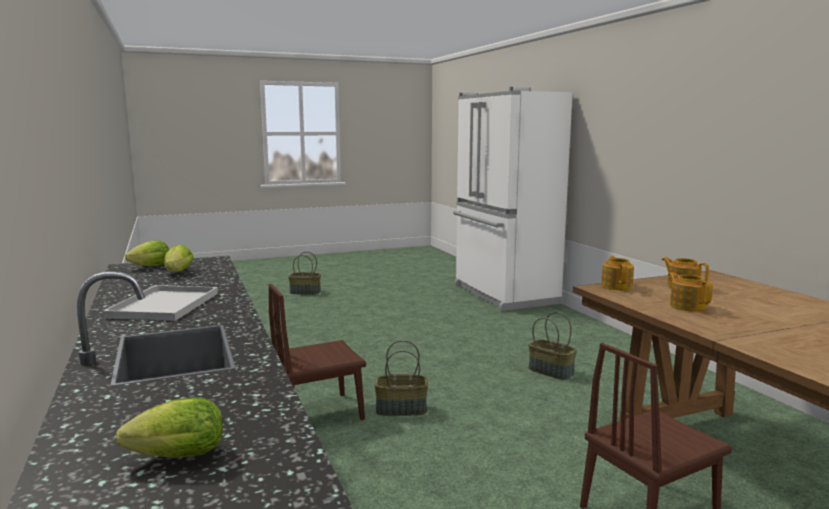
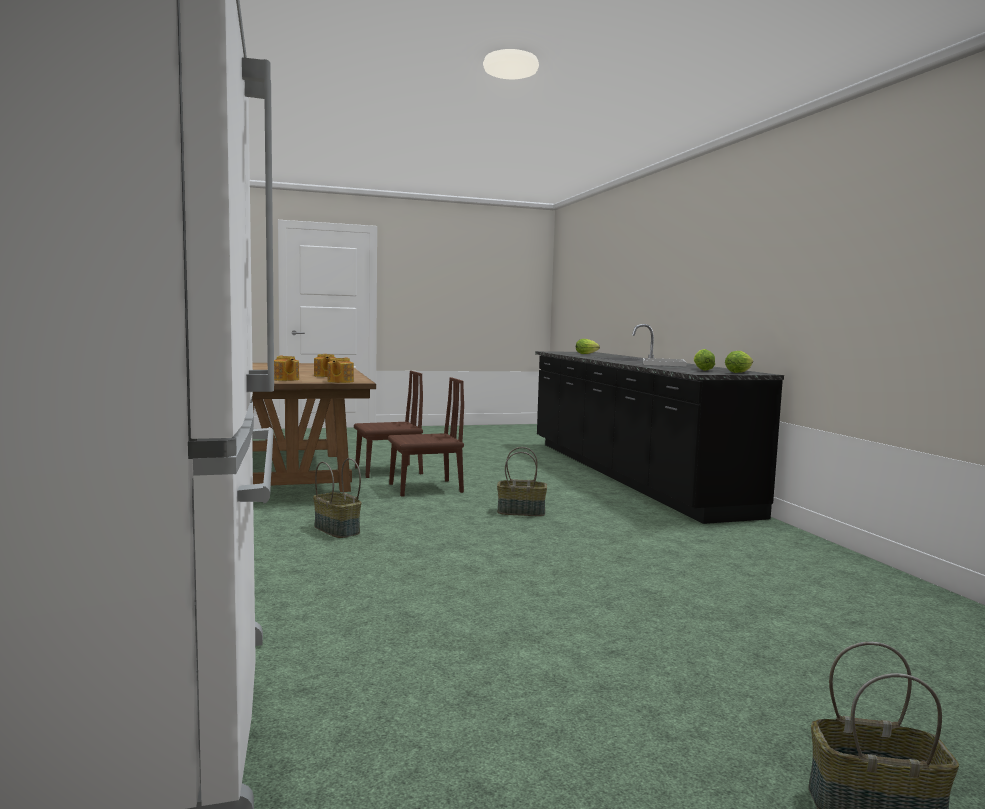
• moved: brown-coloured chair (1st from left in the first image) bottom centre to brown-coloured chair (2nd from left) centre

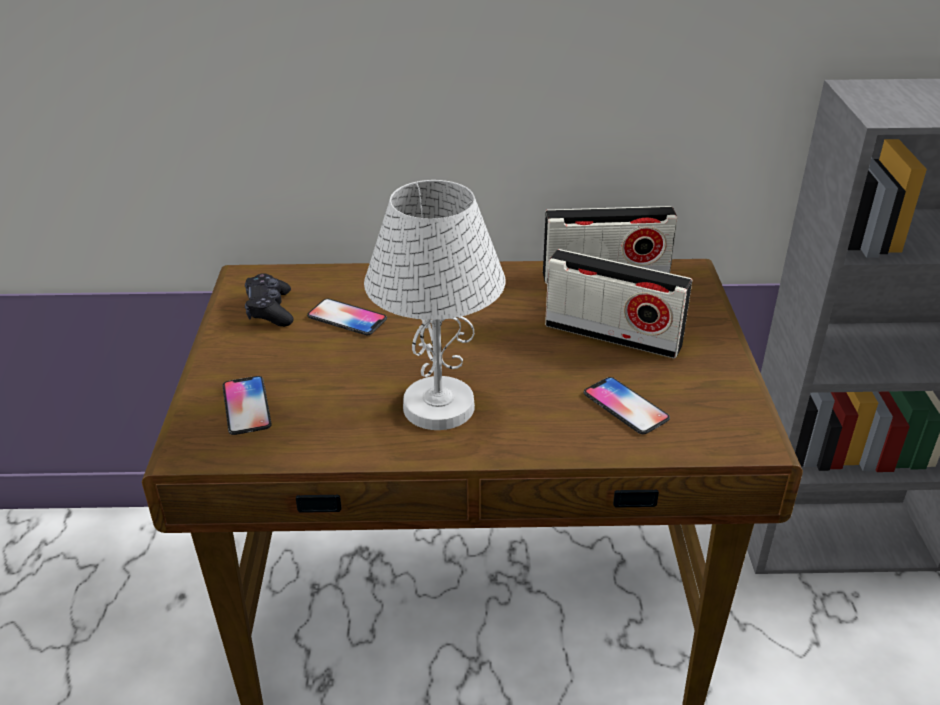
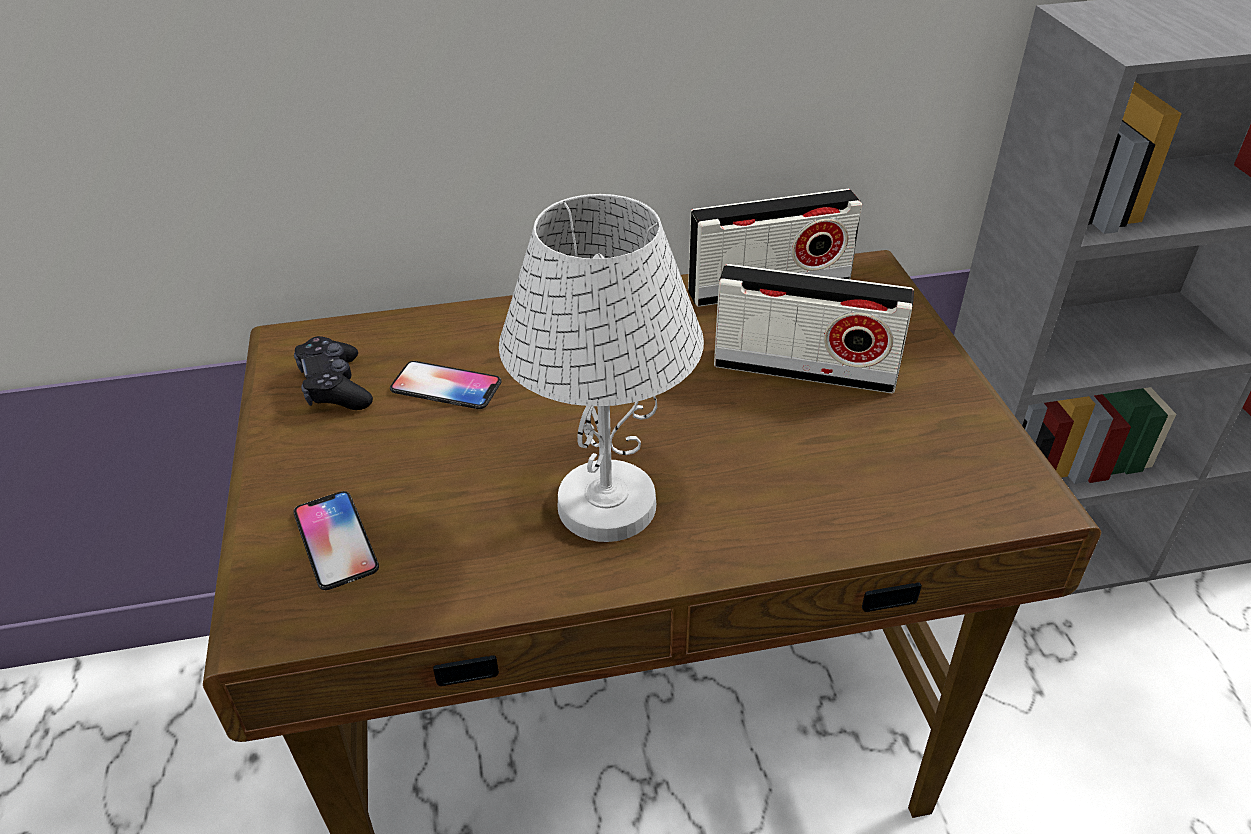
• removed: handset (3rd from left) middle right

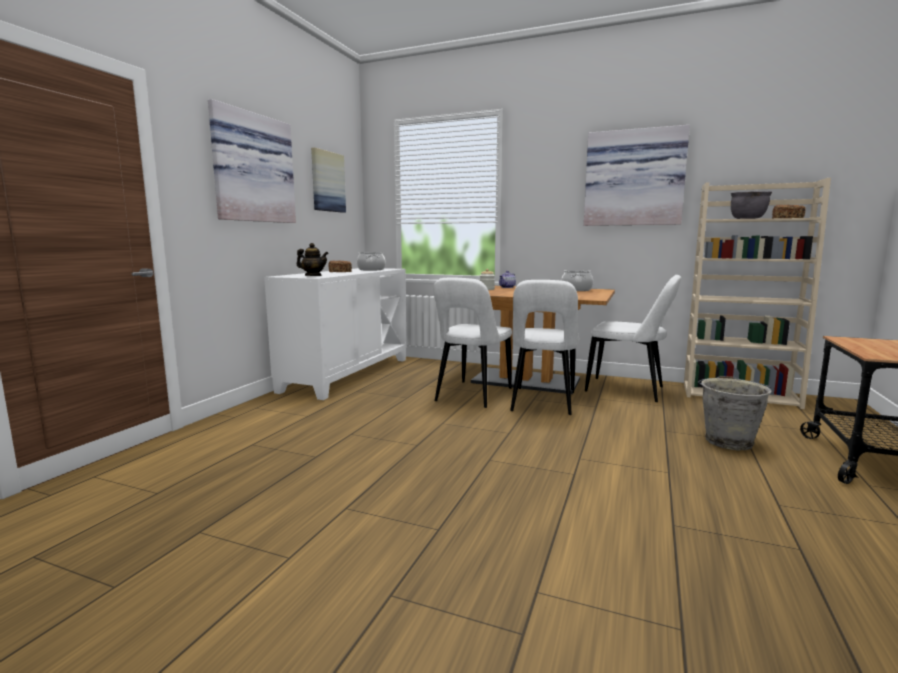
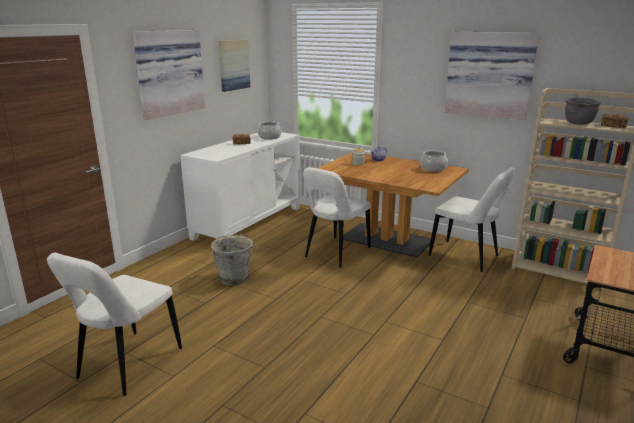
• removed: pot for tea (1st from left) centre
• moved: whitish chair (2nd from left in the first image) centre to whitish chair (1st from left) bottom left
• moved: gray water bucket middle right to centre

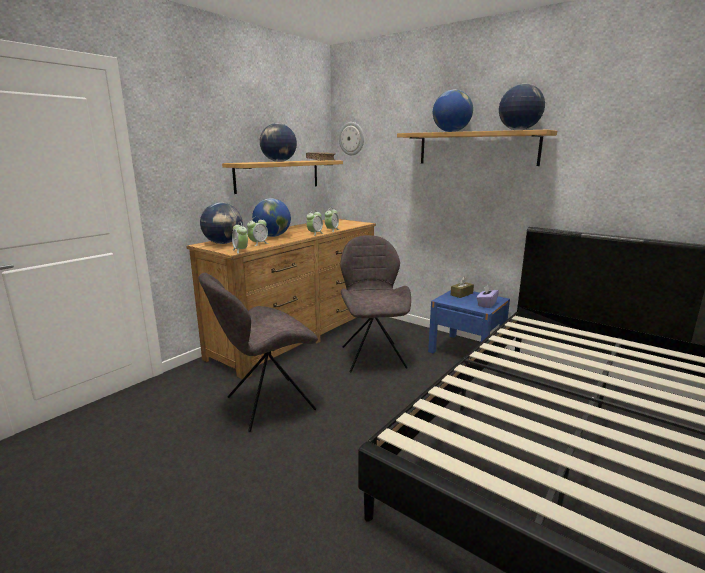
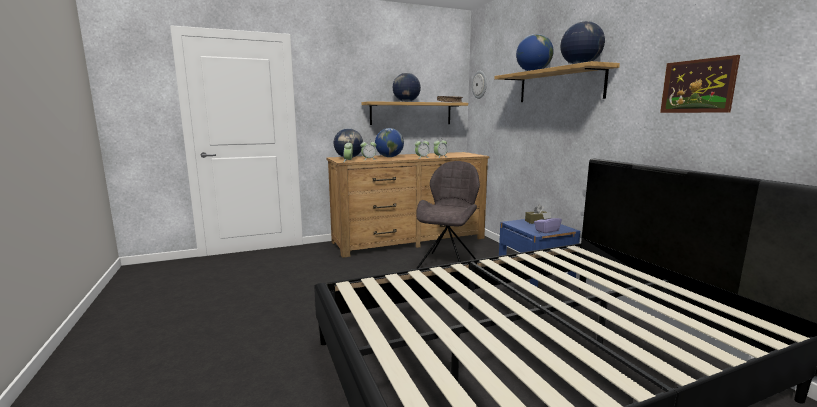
• removed: gray chair (1st from left) centre
• added: picture top right

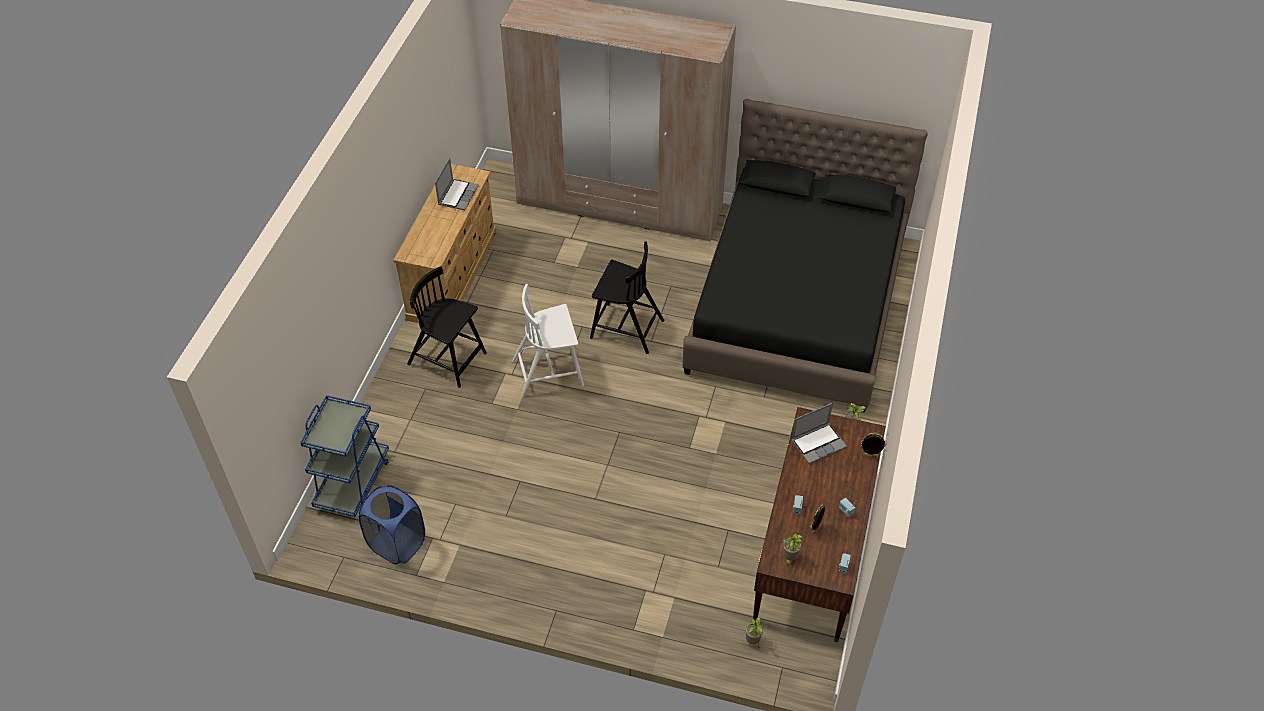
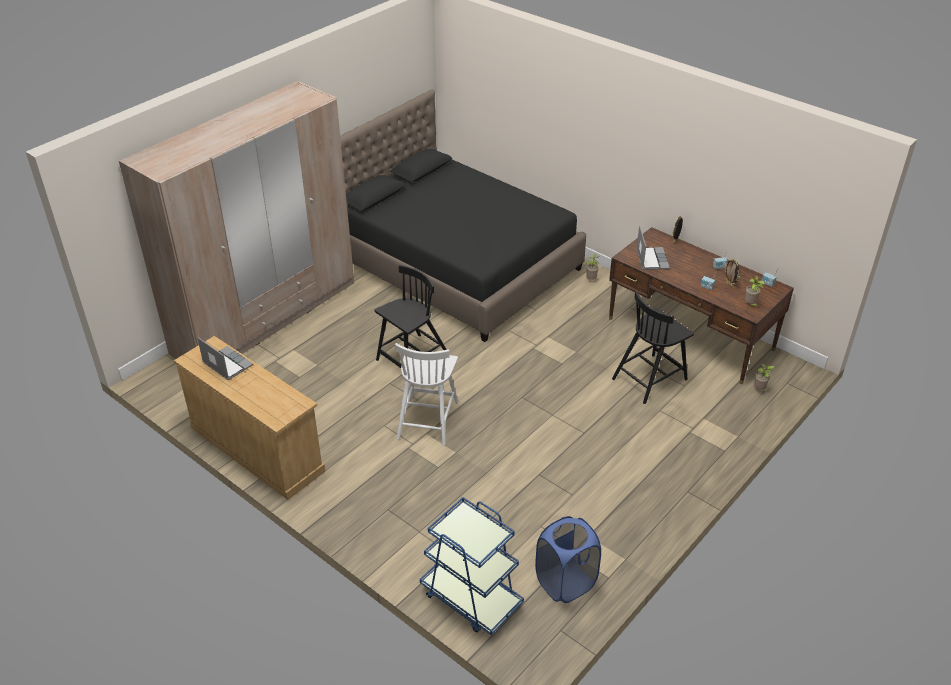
• moved: black-coloured chair (1st from left in the first image) centre to black-coloured chair (2nd from left) middle right

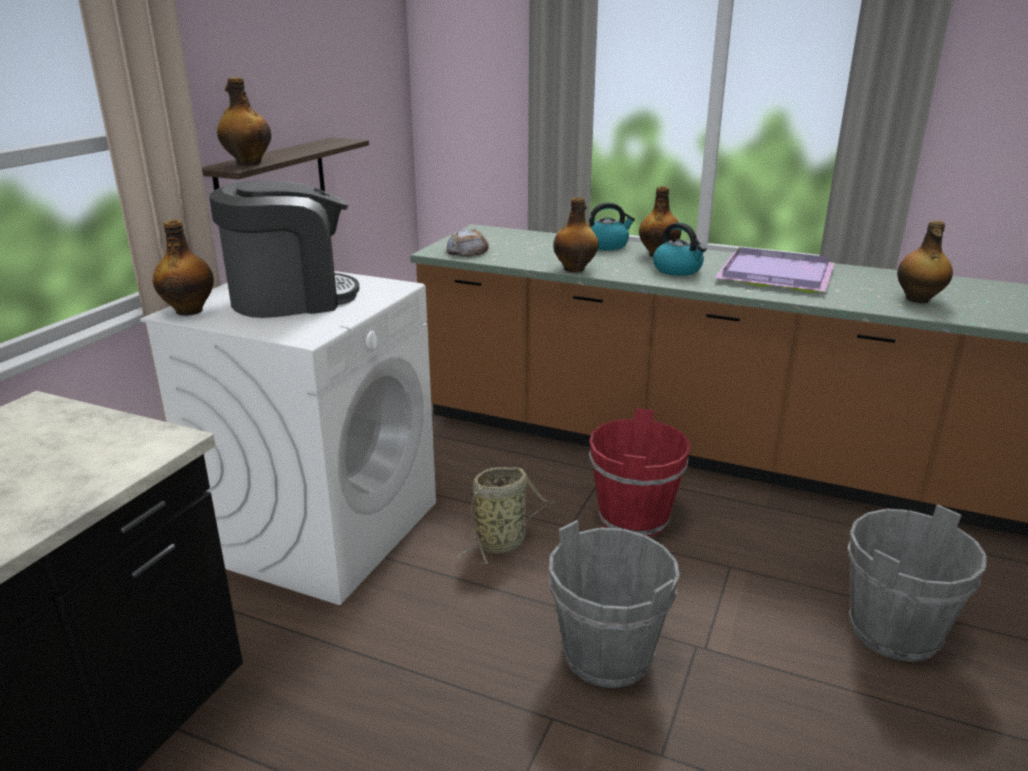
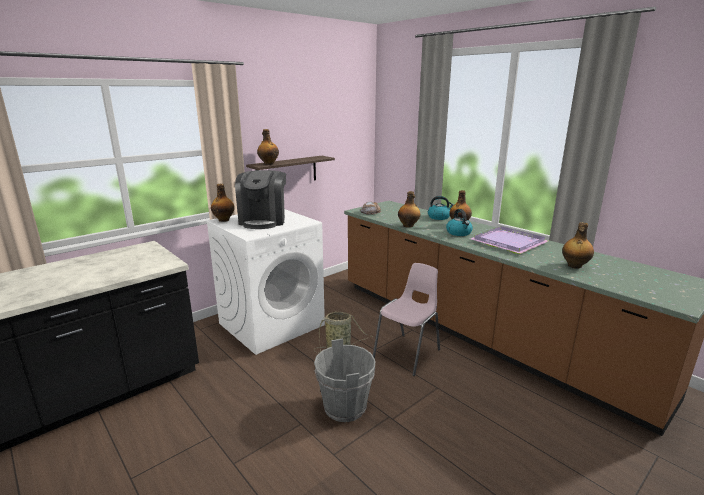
• turned: coffee brewer top left = centre 90 degrees clockwise
• replaced: red-coloured water bucket centre to pink-coloured chair centre
• removed: gray water bucket (2nd from left) bottom right

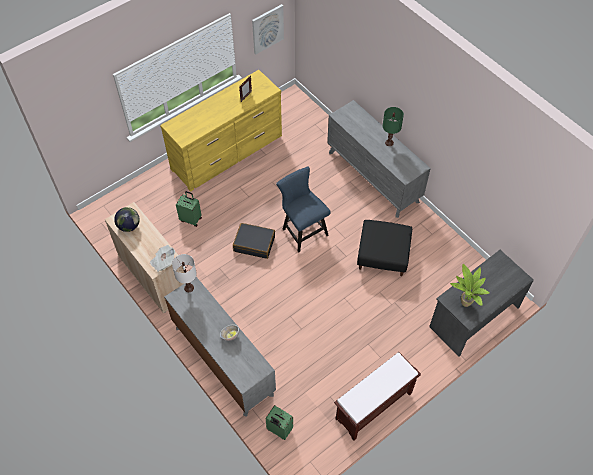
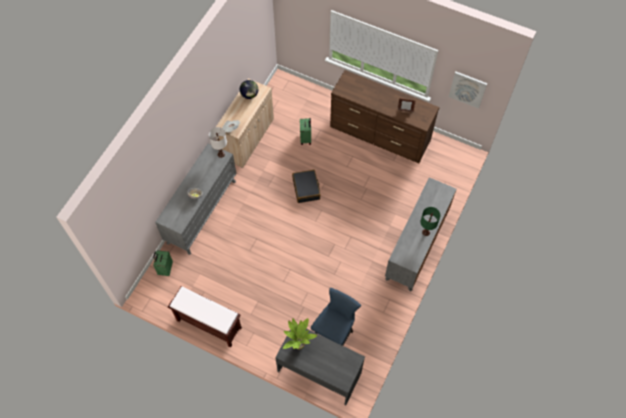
• recoloured: yellow-coloured drawer chest top centre to brown-coloured drawer chest top centre
• moved: blue chair centre to bottom centre
• removed: black-coloured footrest centre

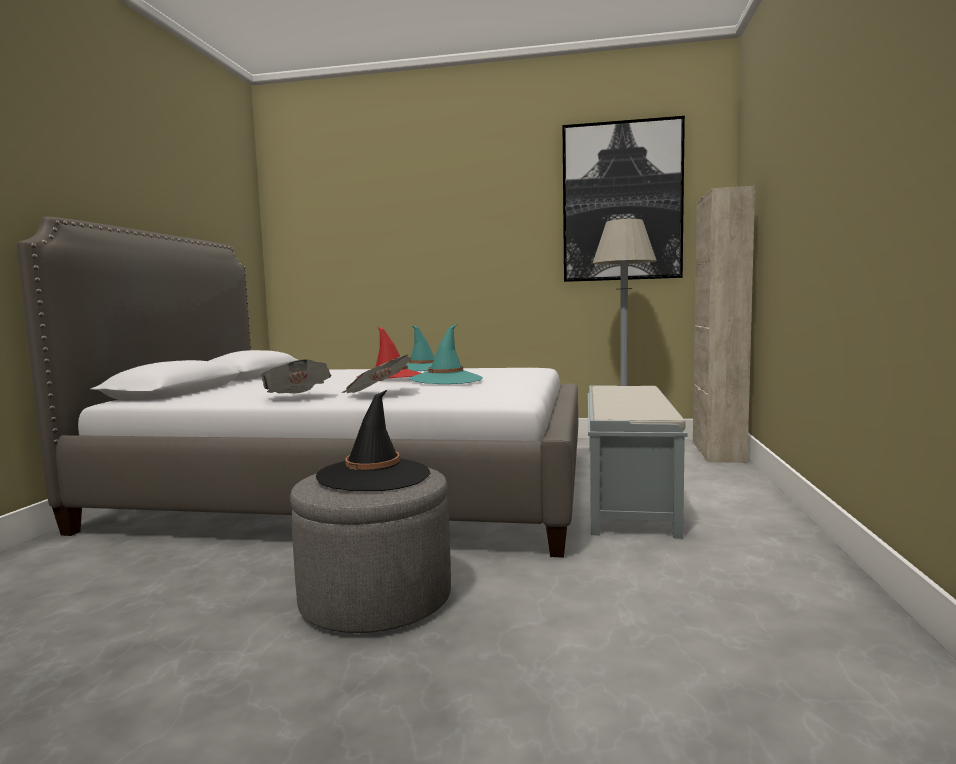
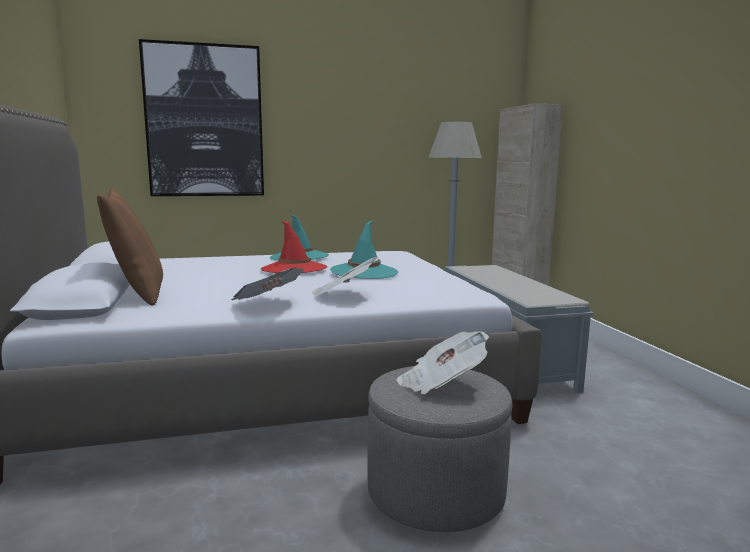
• moved: picture top centre to top left
• replaced: black-coloured clothing hat centre to daily paper (3rd from left) centre
• added: brown-coloured cushion middle left

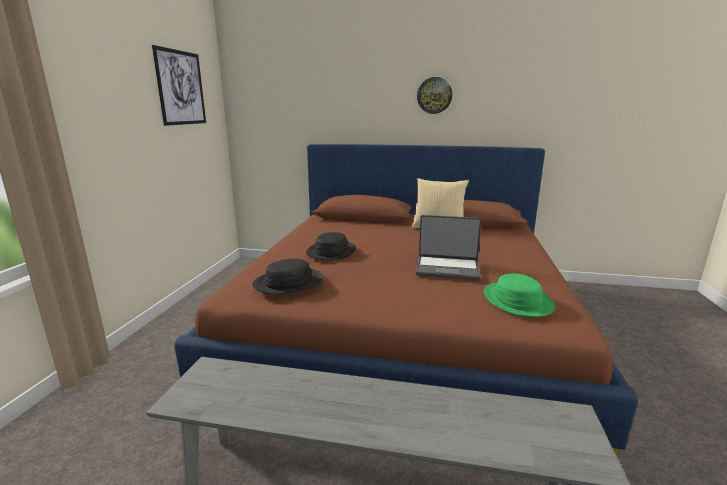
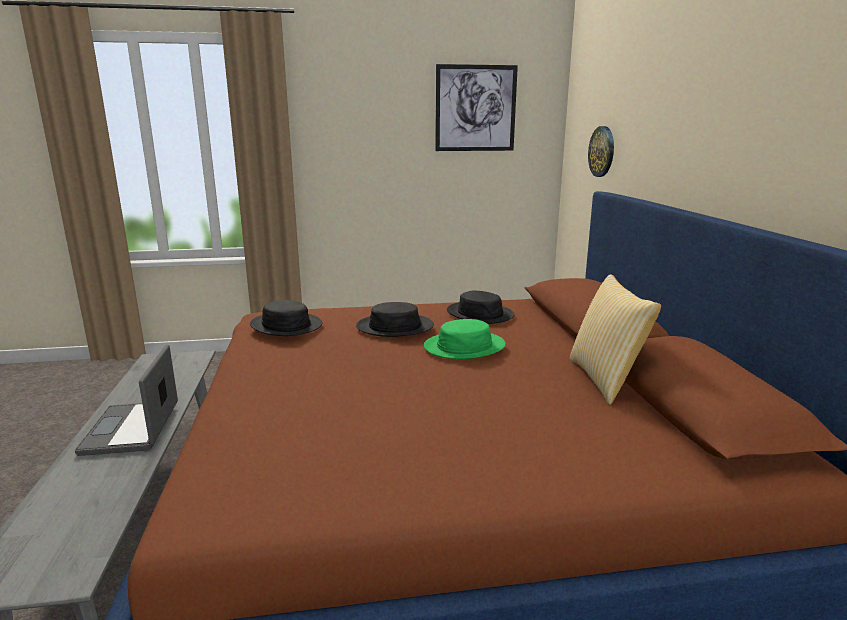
• moved: wall clock top centre to top right
• moved: notebook computer centre to middle left
• moved: green-coloured clothing hat middle right to centre
• added: black-coloured clothing hat (3rd from left) centre

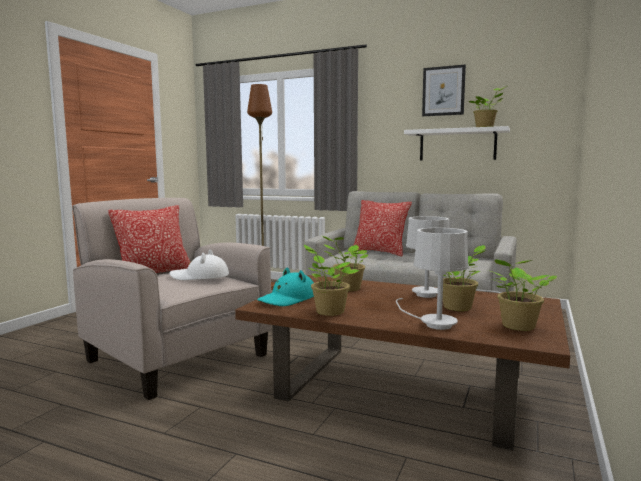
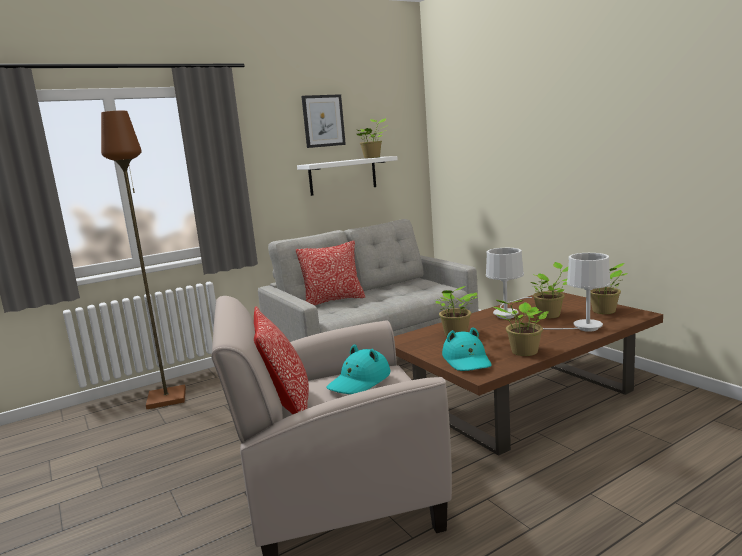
• recoloured: whitish clothing hat middle left to blue-green clothing hat (1st from left) centre

